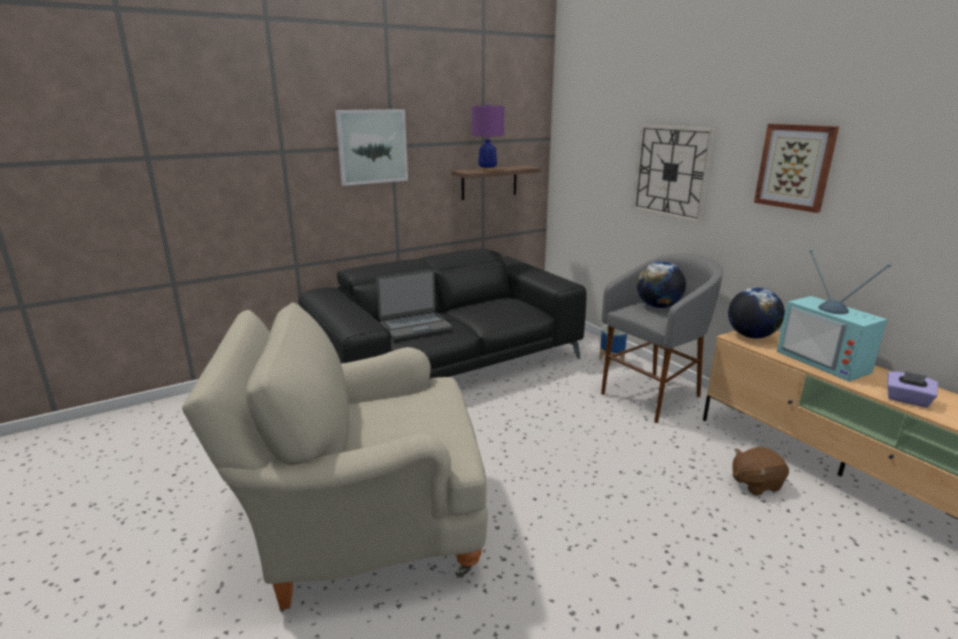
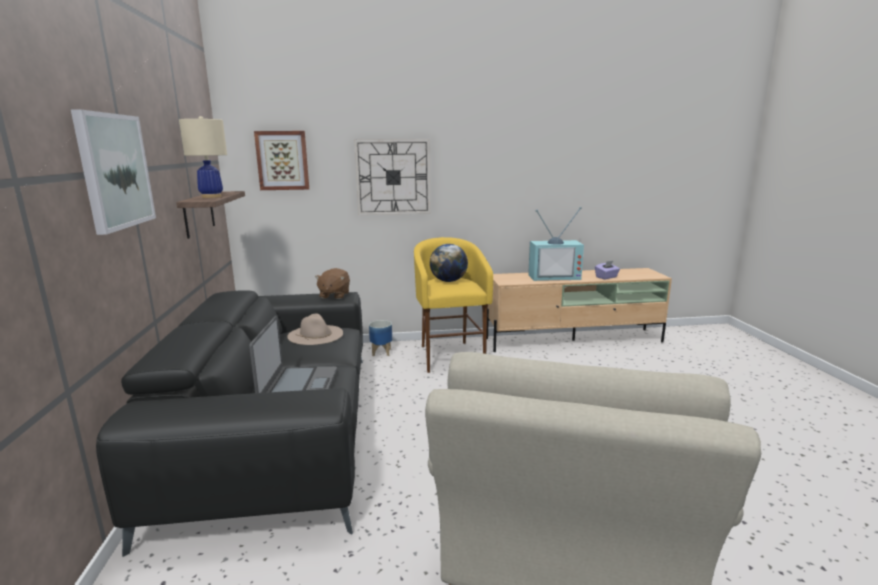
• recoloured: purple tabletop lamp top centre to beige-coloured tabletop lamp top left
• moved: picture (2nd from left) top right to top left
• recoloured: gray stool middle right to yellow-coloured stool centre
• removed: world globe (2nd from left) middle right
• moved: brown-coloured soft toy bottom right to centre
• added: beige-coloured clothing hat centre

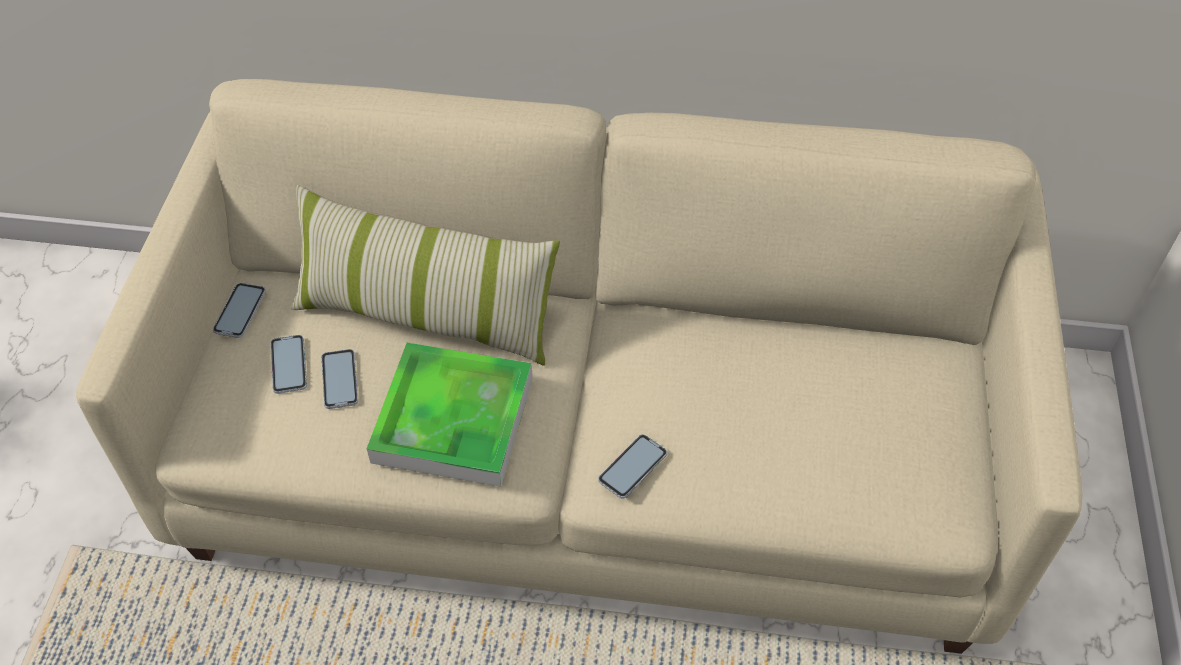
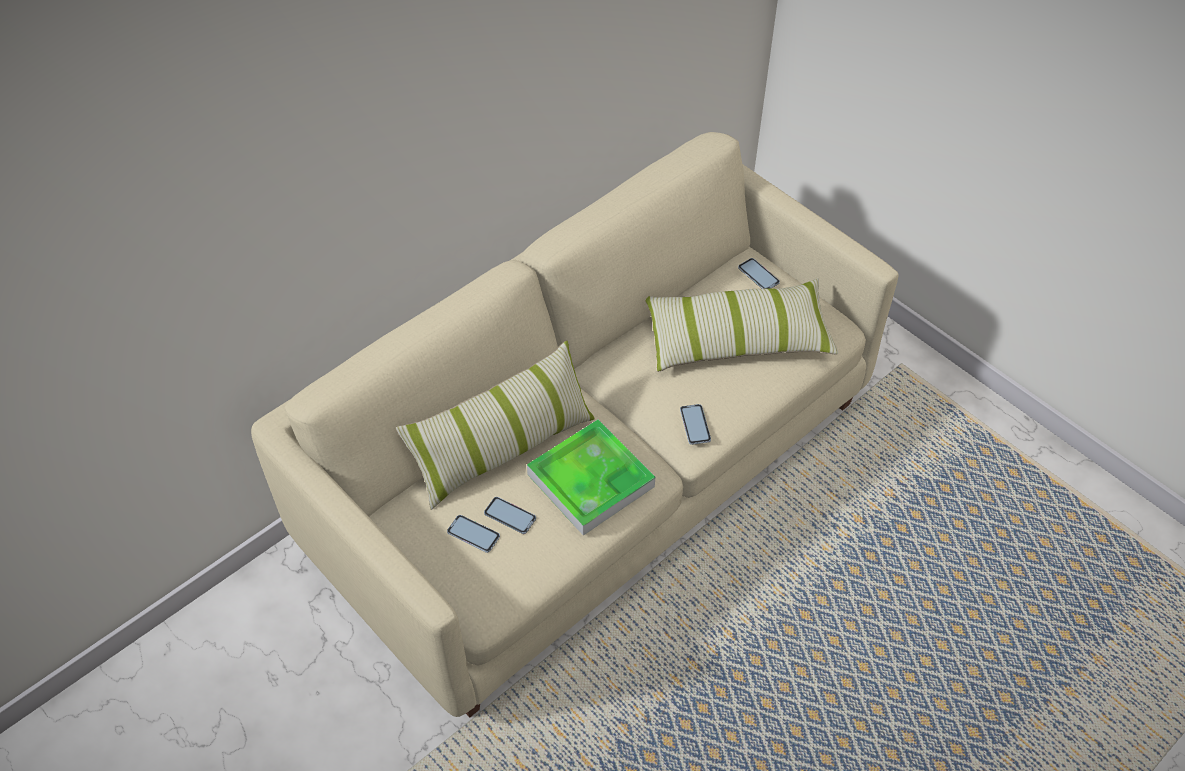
• moved: handset (1st from left in the first image) middle left to handset (4th from left) centre
• added: cushion (2nd from left) centre

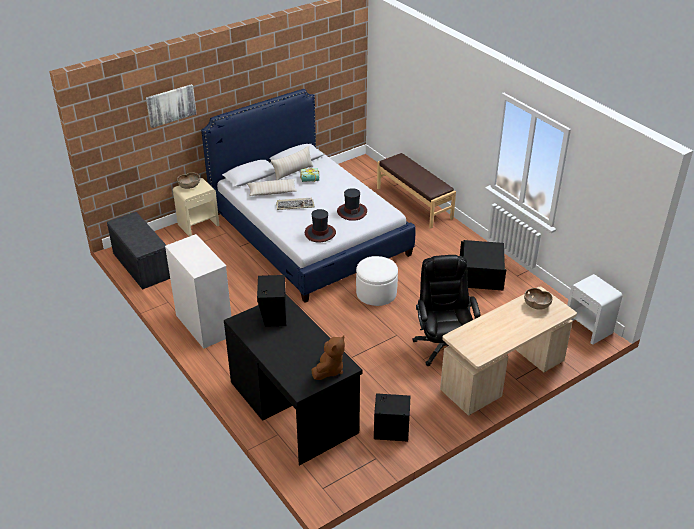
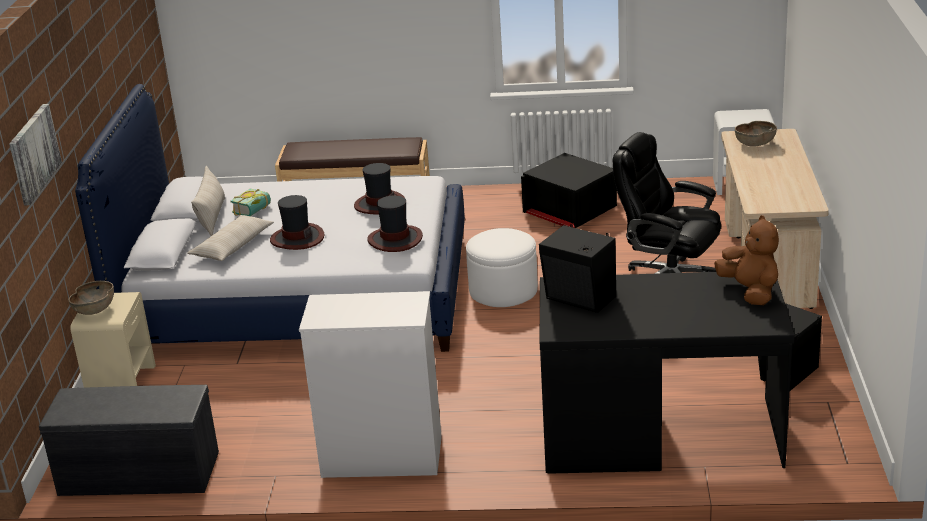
• replaced: PC keyboard centre to clothing hat (1st from left) middle left

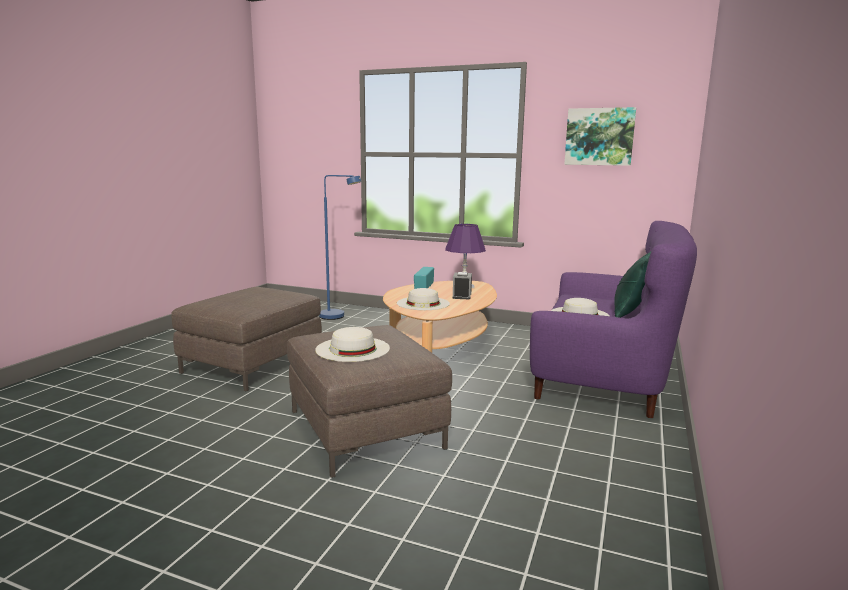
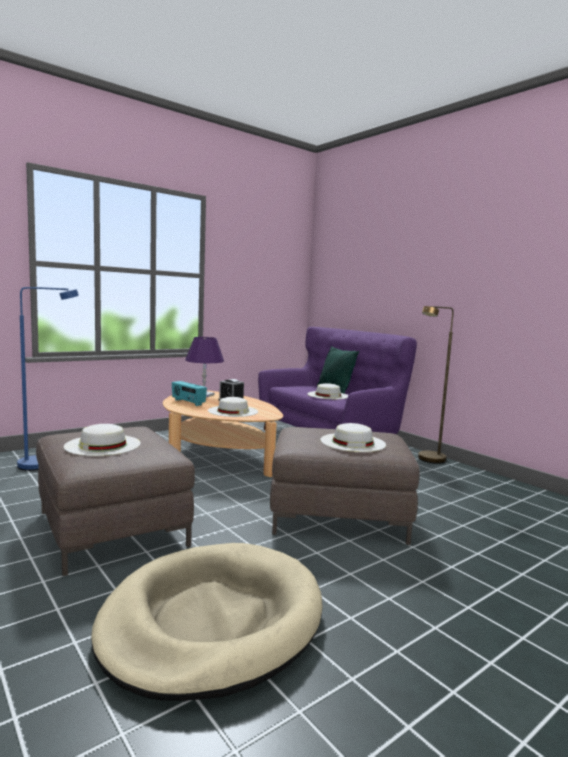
• removed: picture top right
• added: brown-coloured floor lamp middle right
• added: whitish clothing hat (1st from left) middle left
• added: beige-coloured dog bed bottom centre

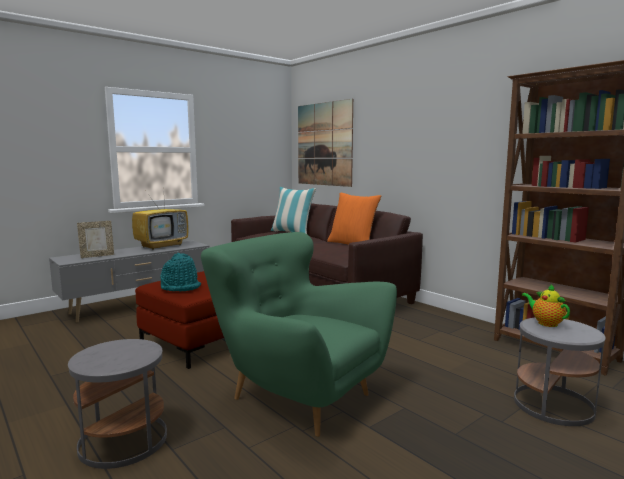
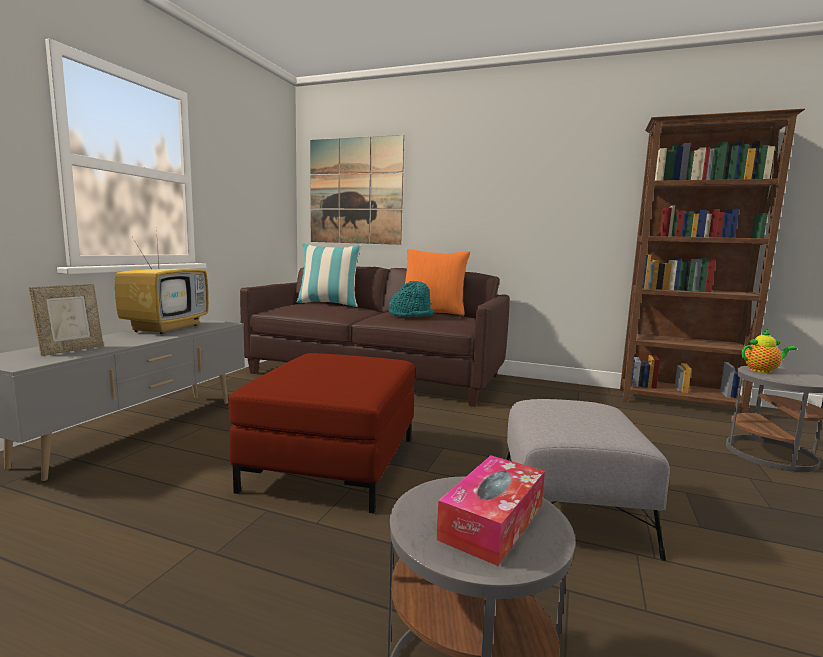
• replaced: green-coloured armchair bottom centre to gray footrest bottom right
• moved: blue-green clothing hat middle left to centre
• turned: pot for tea middle right = middle right 150 degrees clockwise
• added: tissue box bottom centre

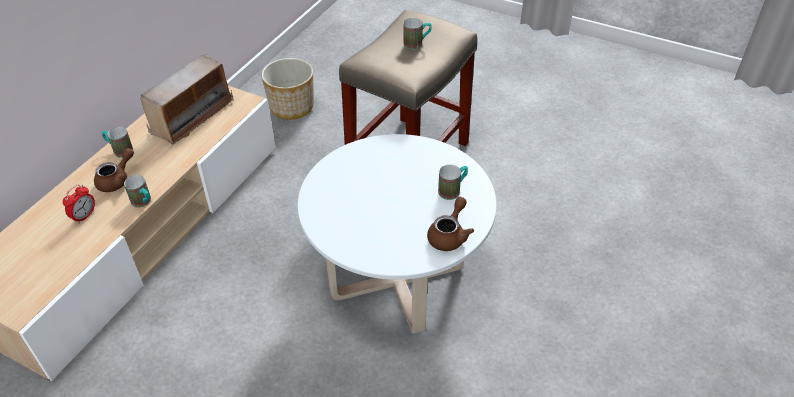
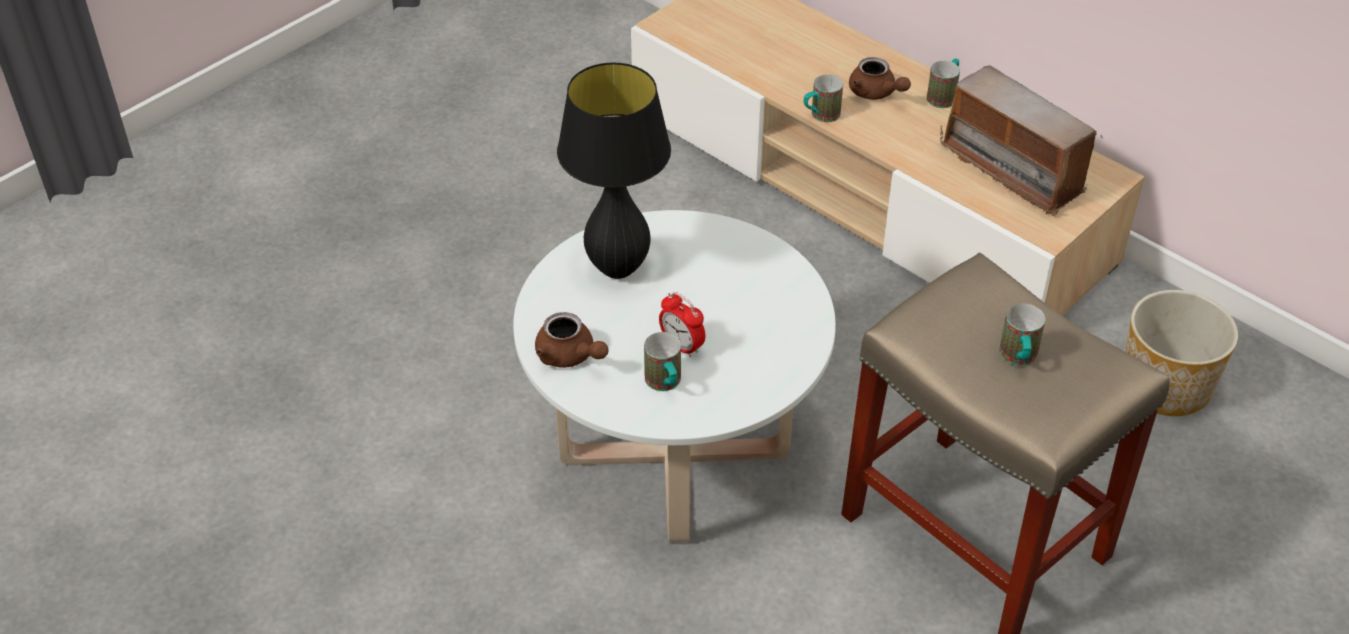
• moved: table clock middle left to centre
• added: black-coloured tabletop lamp top centre

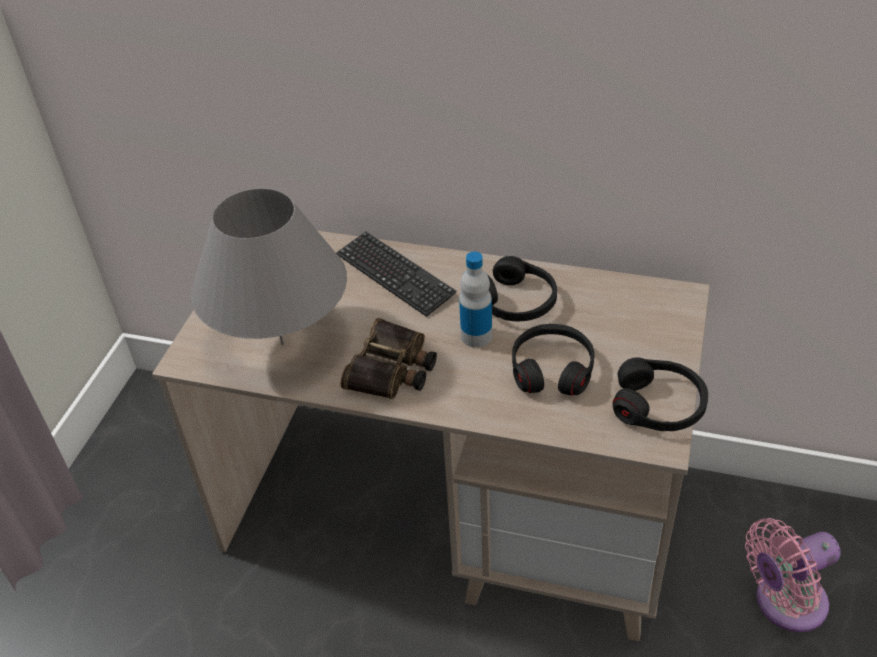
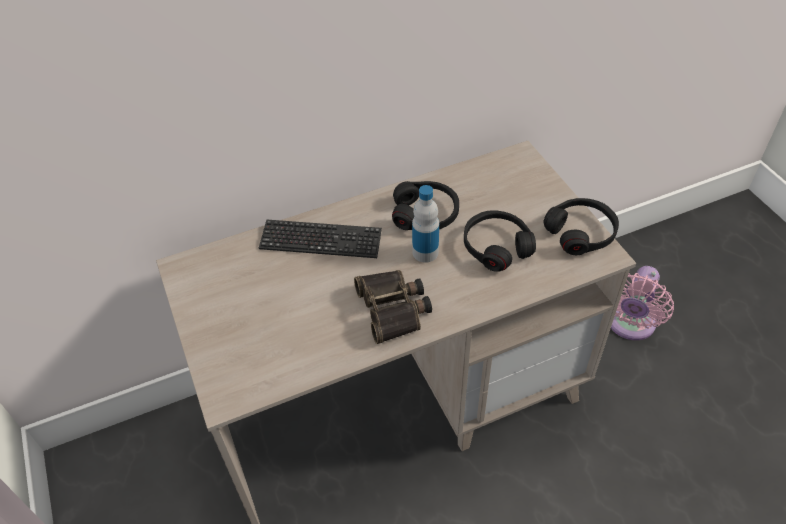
• removed: gray tabletop lamp middle left

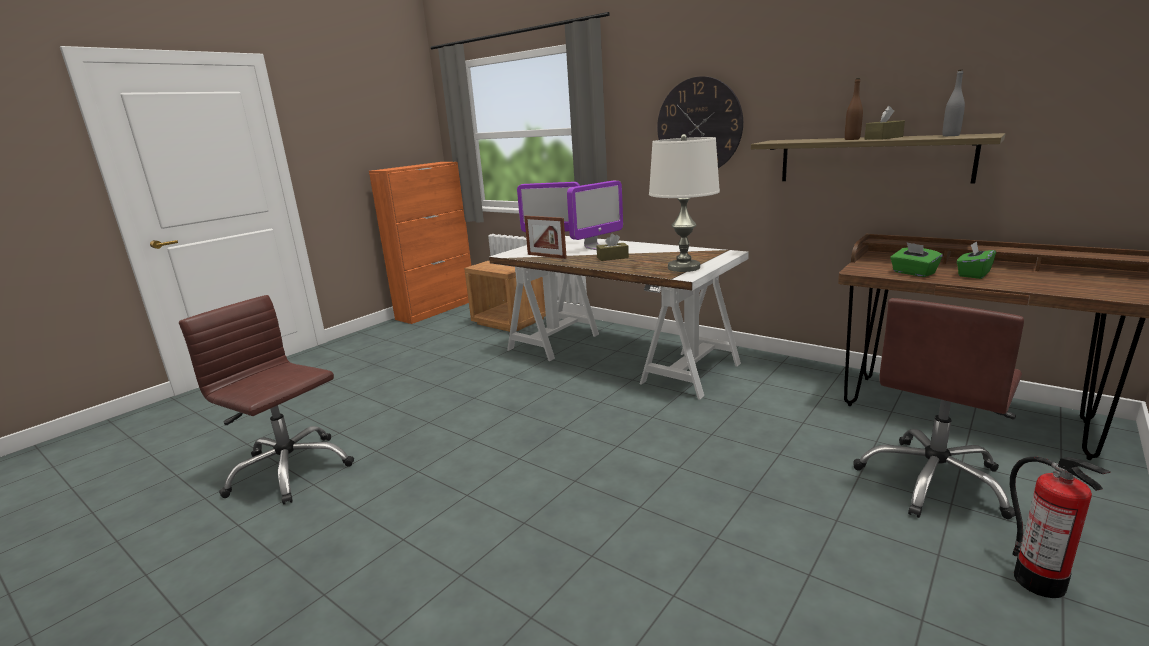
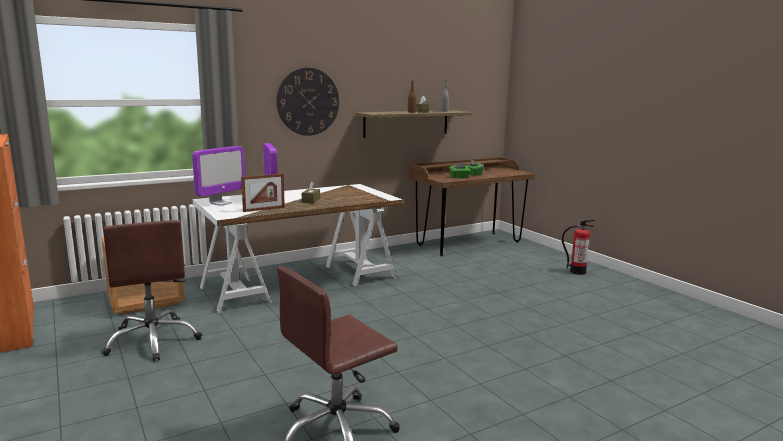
• removed: whitish tabletop lamp top centre
• moved: brown-coloured office chair (2nd from left in the first image) middle right to brown-coloured office chair (1st from left) middle left

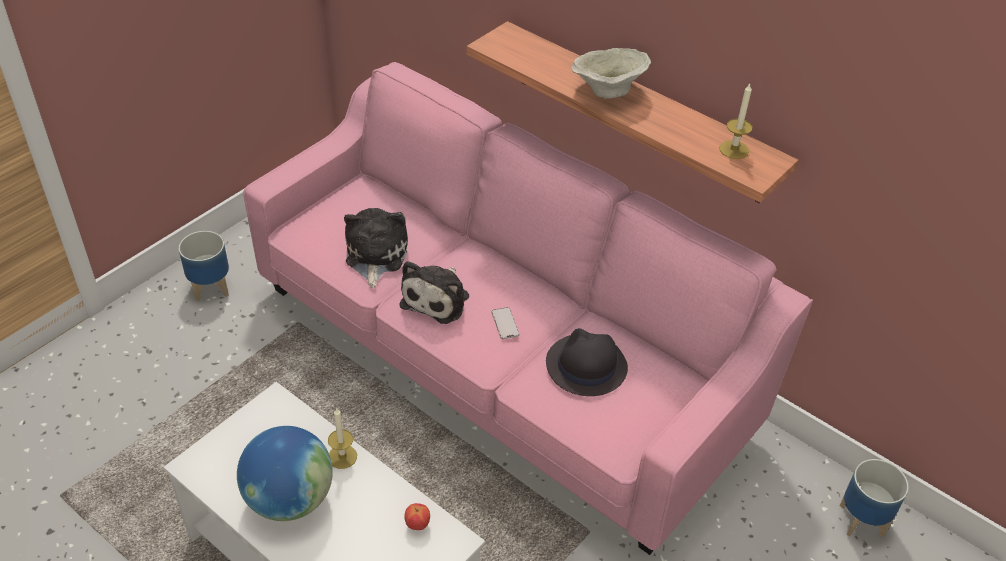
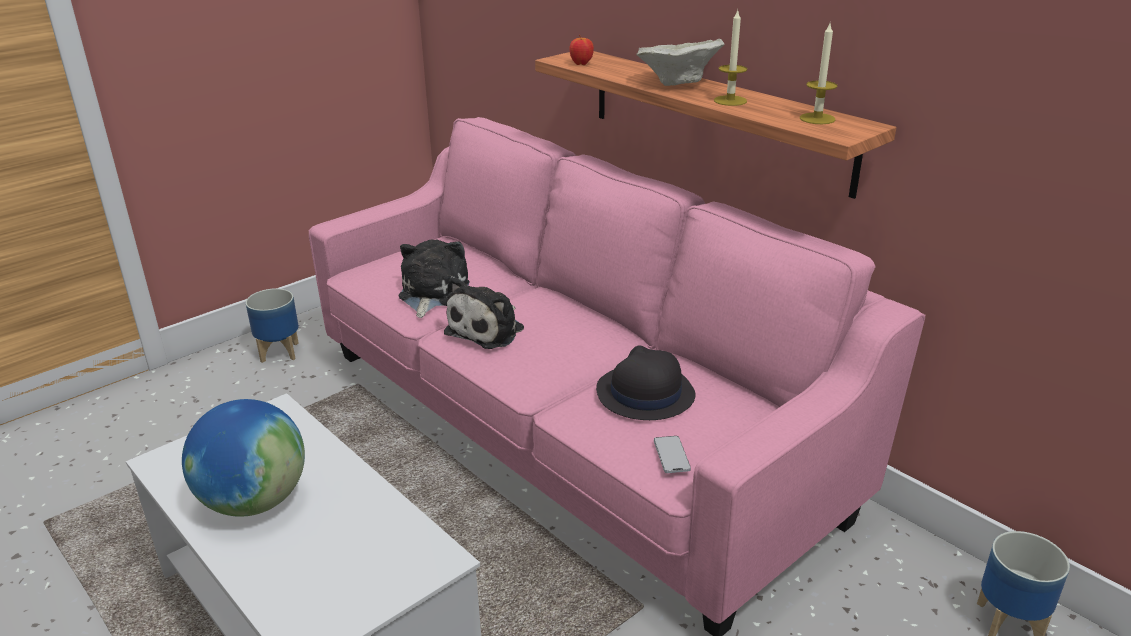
• moved: handset centre to bottom centre
• moved: wax light (1st from left) bottom centre to top centre
• moved: apple bottom centre to top centre

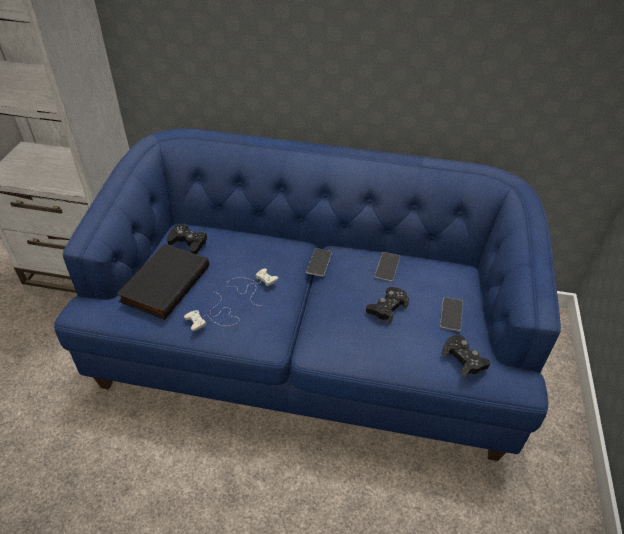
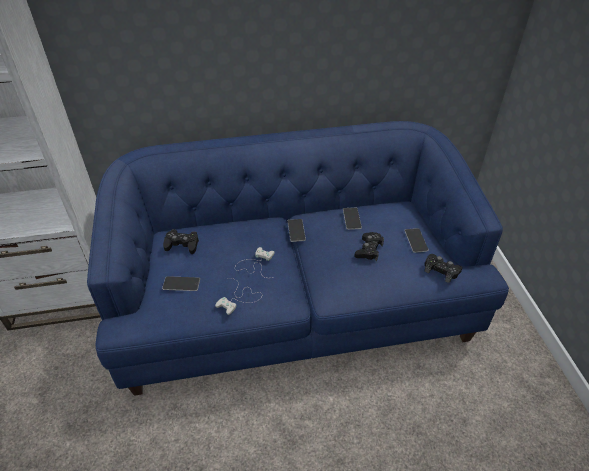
• replaced: black-coloured volume middle left to handset (1st from left) middle left

